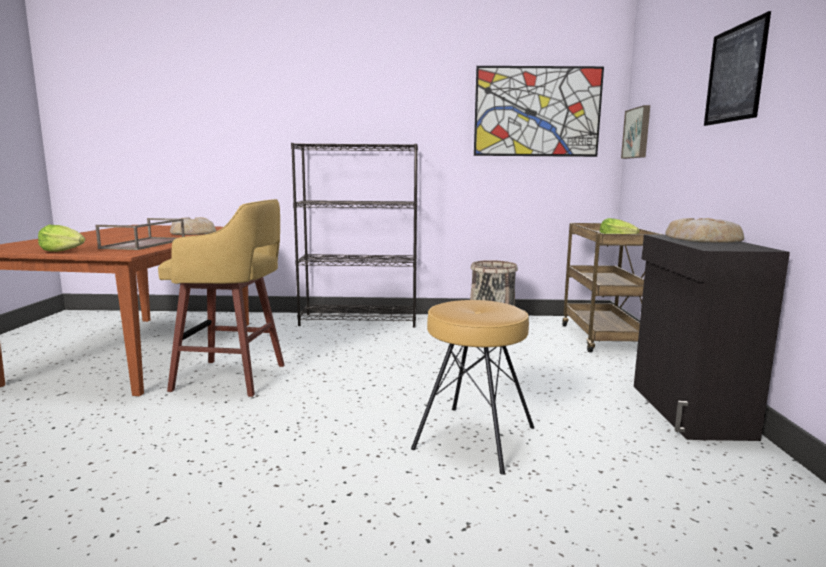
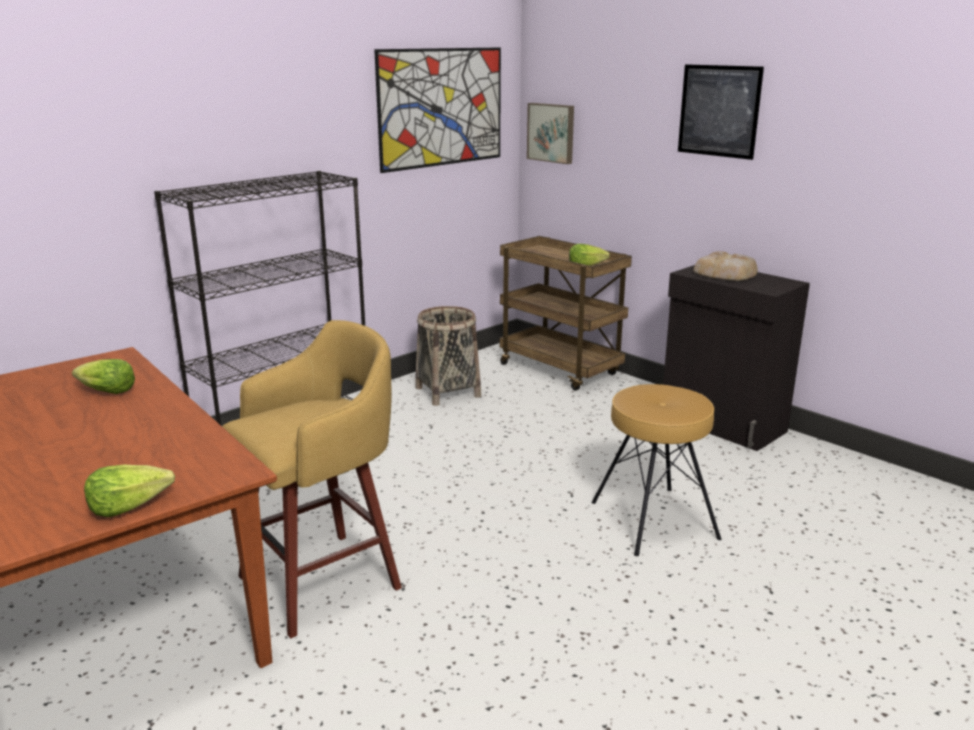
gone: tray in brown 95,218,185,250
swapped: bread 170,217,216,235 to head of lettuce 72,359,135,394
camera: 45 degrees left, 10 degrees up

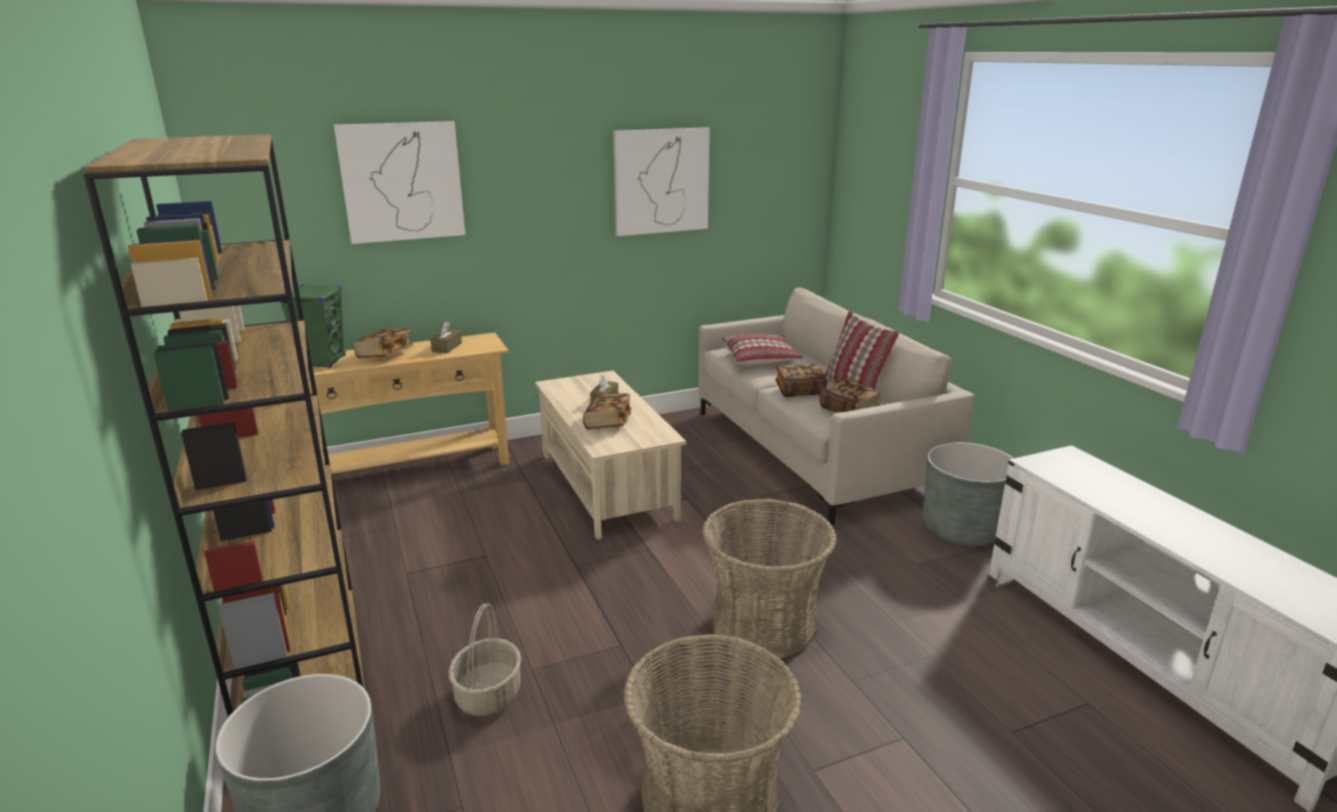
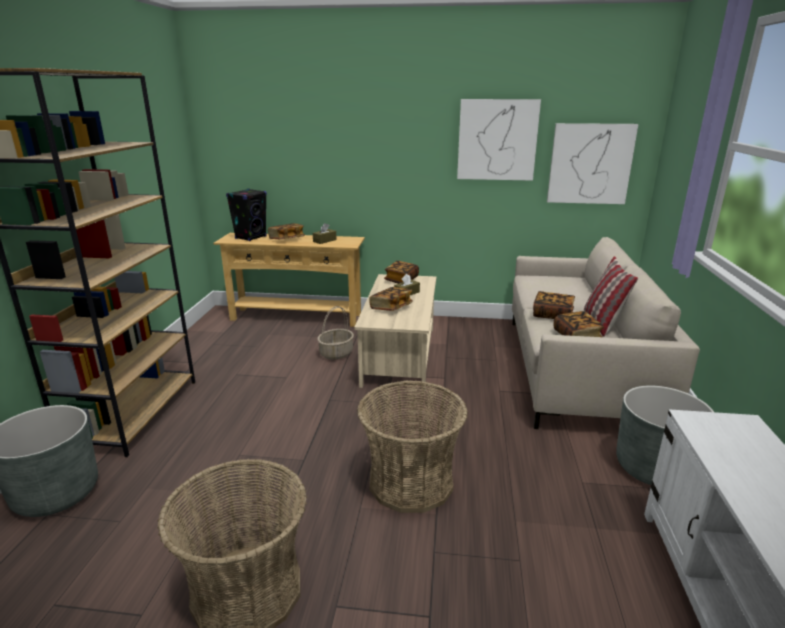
gone: throw pillow 721,334,803,365
new: volume 384,261,419,284
shifted: wall picture 334,121,466,244 to 547,123,639,204; household basket 448,604,521,716 to 317,306,354,360
repainted: speaker in green 280,284,345,368 to speaker in black 226,189,267,241
camera: 30 degrees right, 0 degrees up

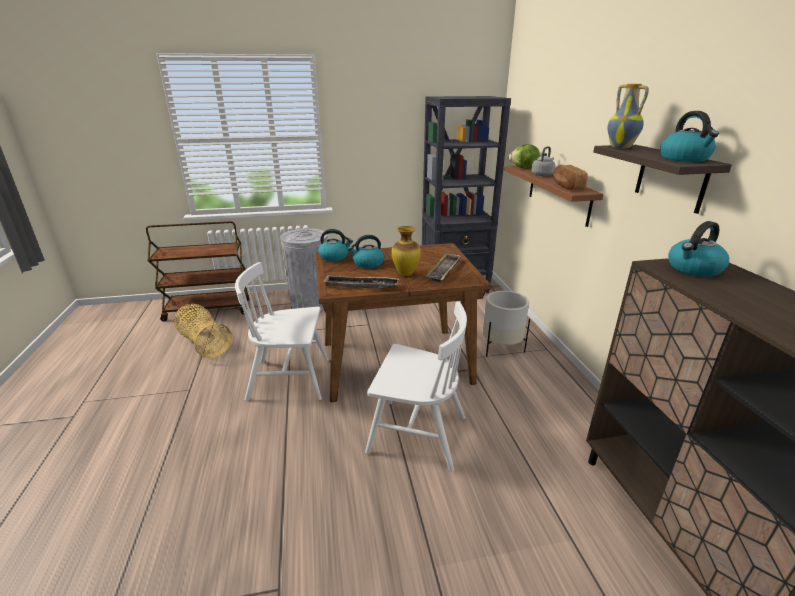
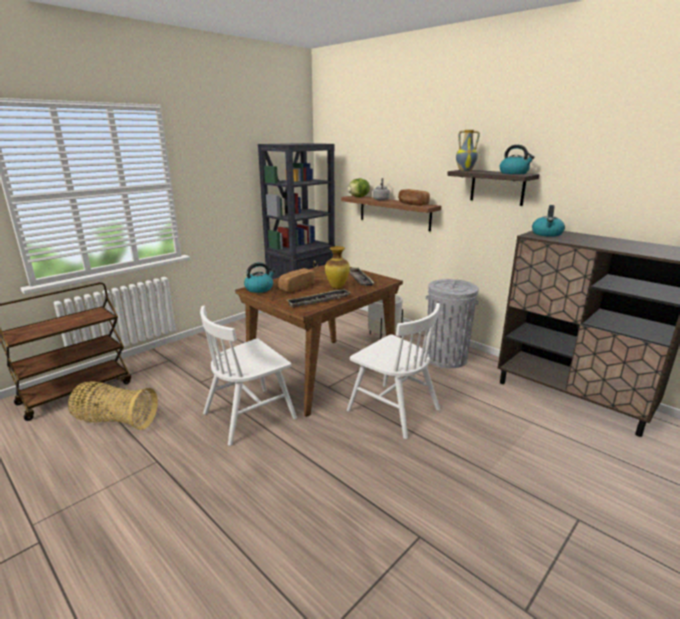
shifted: waste bin in grey 280,228,328,311 to 426,279,479,368
swapped: water kettle 348,235,384,268 to bread 278,268,315,292
rotated: chair in whitish 365,301,467,472 = 347,303,440,439 60 degrees clockwise
camera: 35 degrees left, 5 degrees down

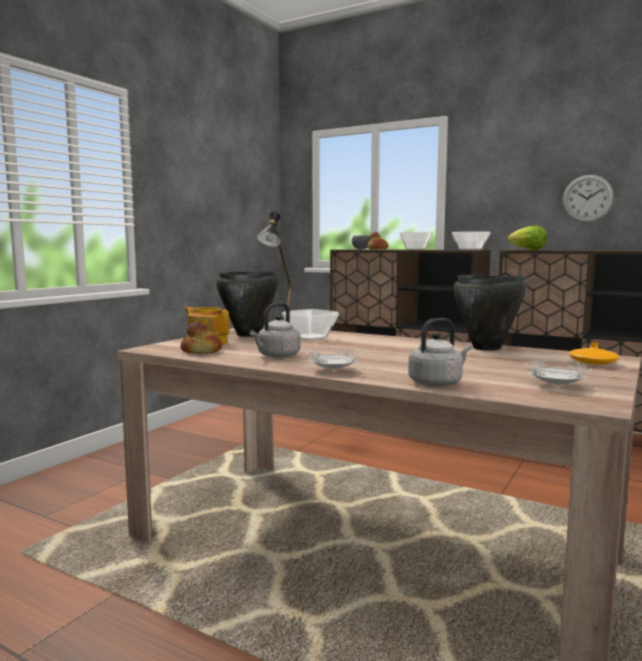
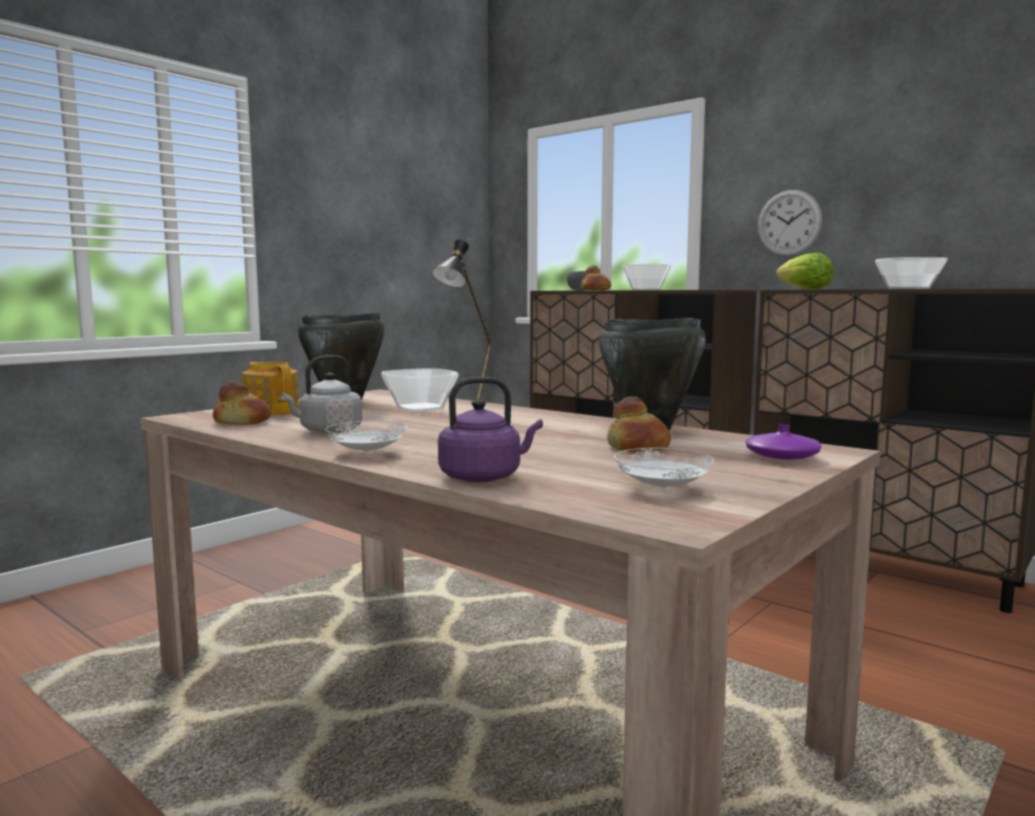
new: bread 607,396,671,452
shifted: bowl 452,231,491,250 to 875,257,948,289; clock on the wall 562,175,614,223 to 758,190,822,256
repainted: water kettle in grey 408,318,472,387 to water kettle in purplish 438,377,543,482; flower vase in orange-coloured 569,343,619,365 to flower vase in purplish 746,424,822,460
camera: 10 degrees right, 0 degrees up

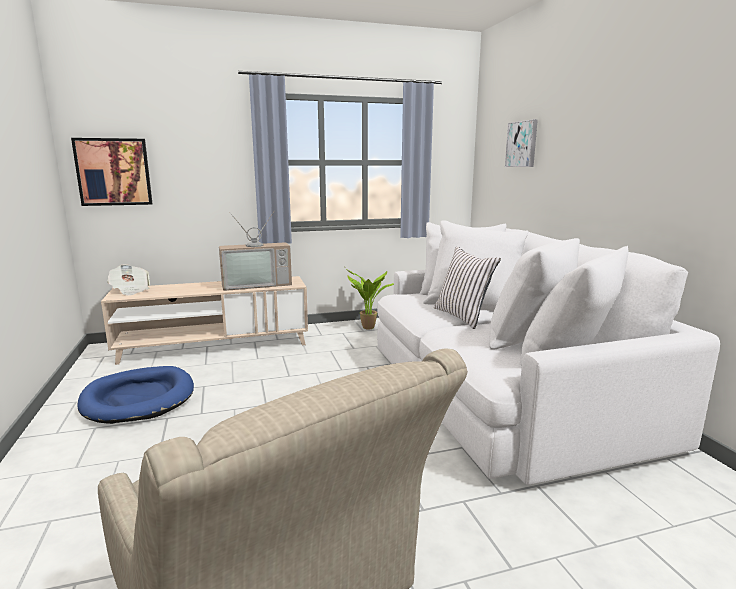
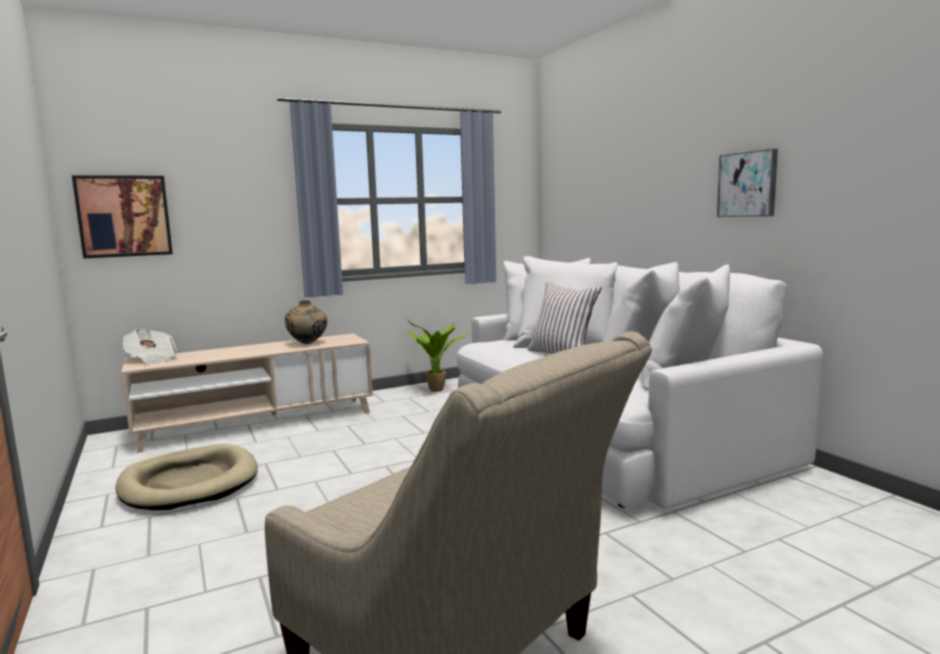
shifted: wall picture 505,119,538,167 to 717,149,778,217
swapped: television 219,212,292,291 to flower vase in sand-coloured 285,300,327,344
repainted: dog bed in blue 77,366,194,424 to dog bed in sand-coloured 115,444,258,510
camera: 10 degrees left, 5 degrees down

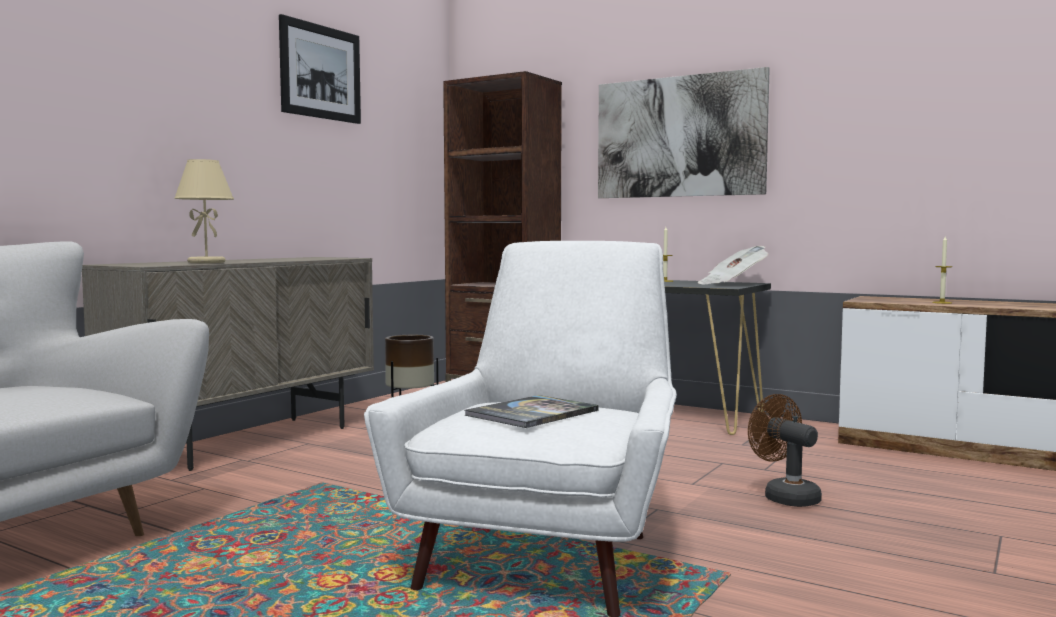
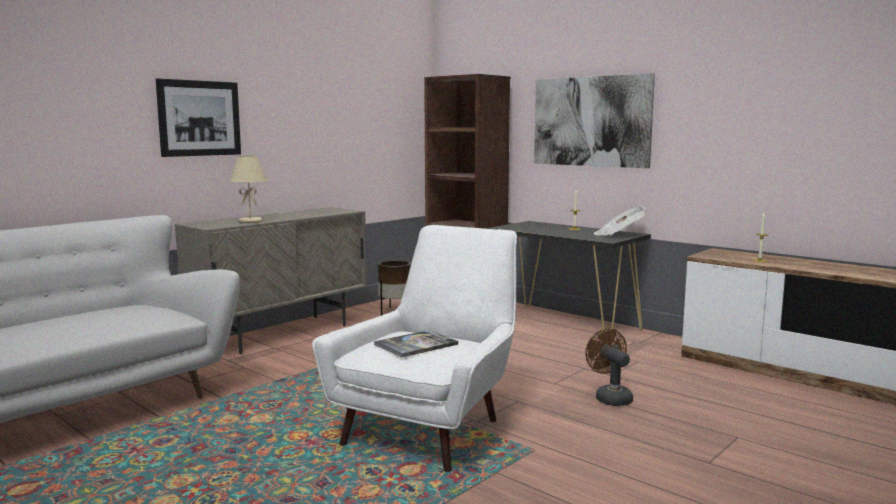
shifted: wall picture 279,14,361,124 to 156,78,241,157
camera: 10 degrees right, 5 degrees up

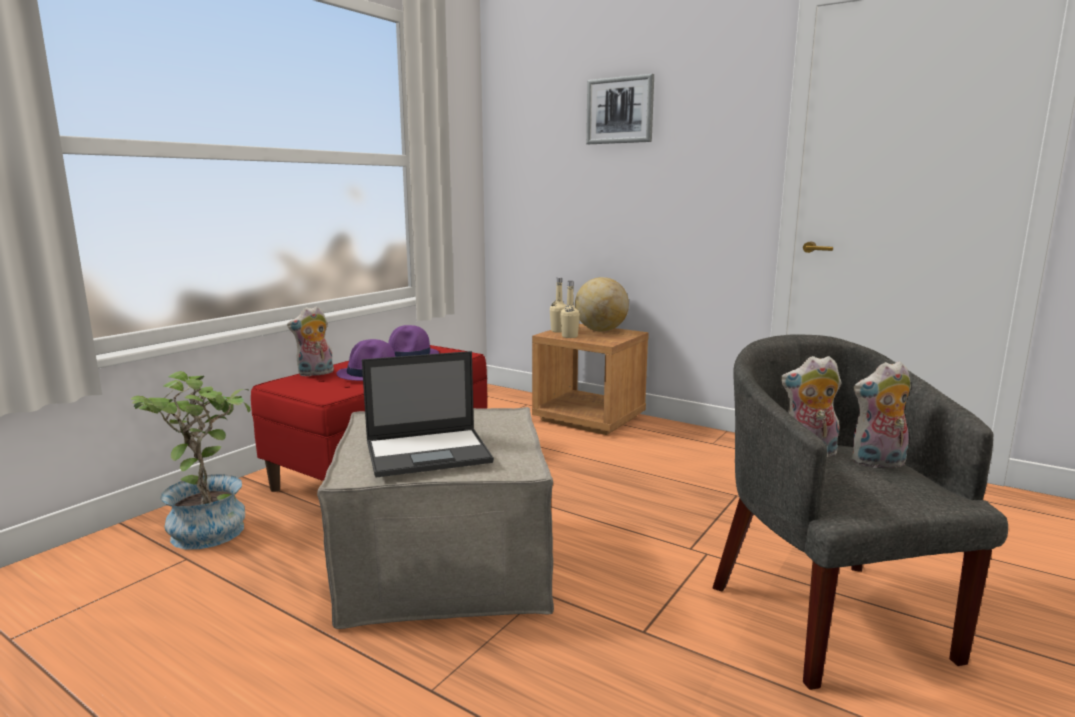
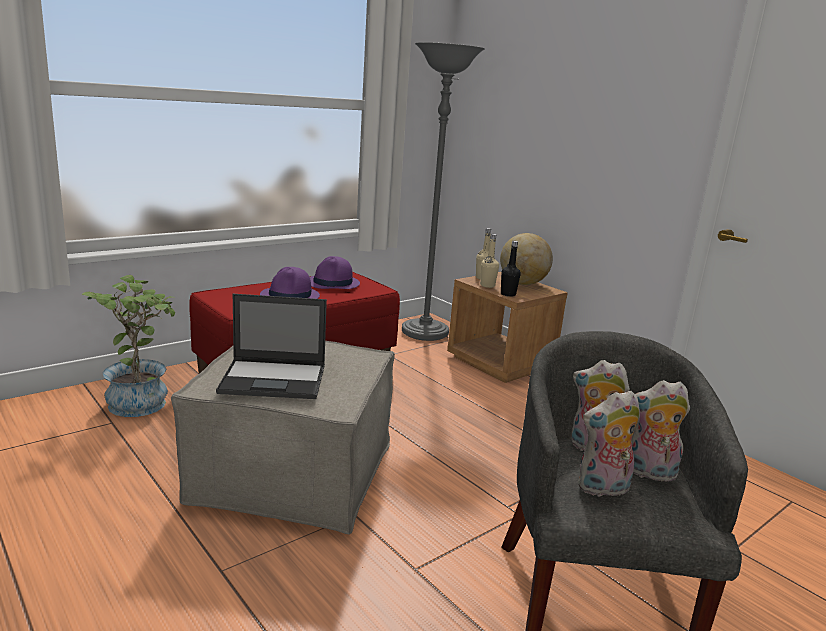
gone: wall picture 586,74,654,144
new: floor lamp in grey 402,42,485,341; bottle in black 501,241,521,297
shifted: soft toy 287,306,334,377 to 578,391,640,497
camera: 15 degrees right, 5 degrees up

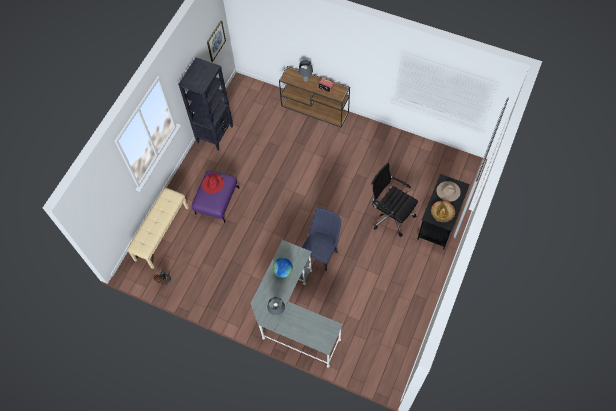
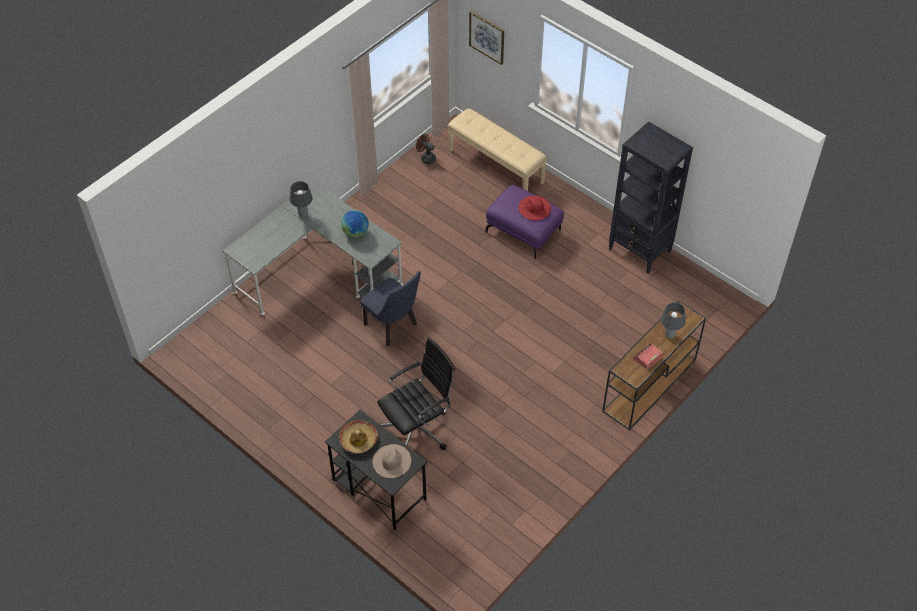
shifted: wall picture 207,21,226,62 to 469,11,504,65
camera: 105 degrees right, 10 degrees down

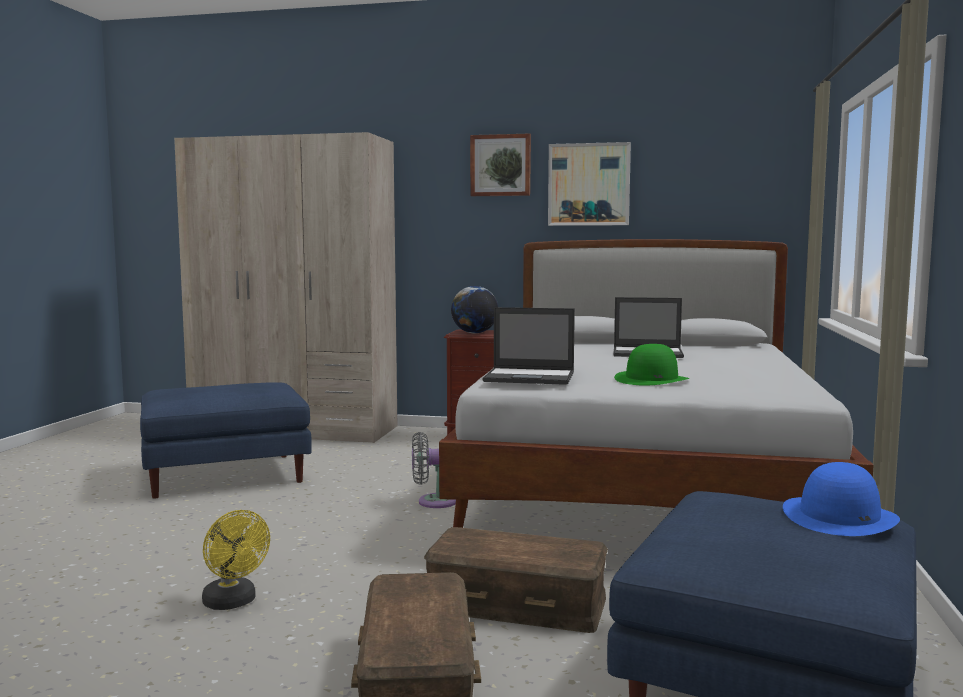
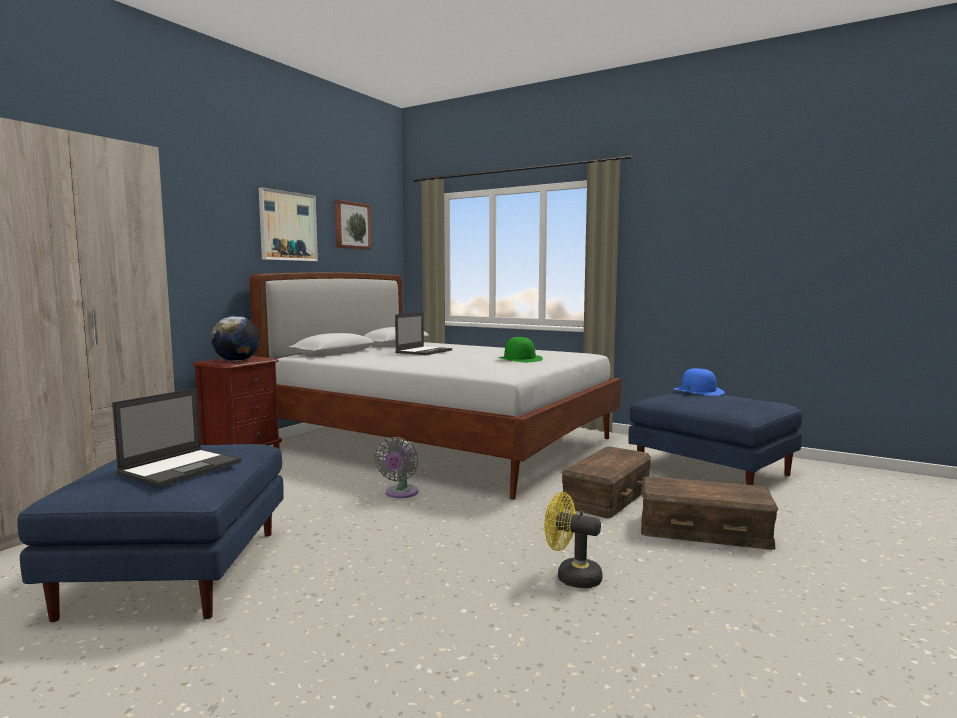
shifted: wall picture 470,133,531,196 to 335,200,371,250; laptop 482,307,575,385 to 112,388,241,487
rotated: fan in yellow-coloured 202,510,270,610 = 544,492,602,588 135 degrees counterclockwise
camera: 70 degrees left, 0 degrees up

